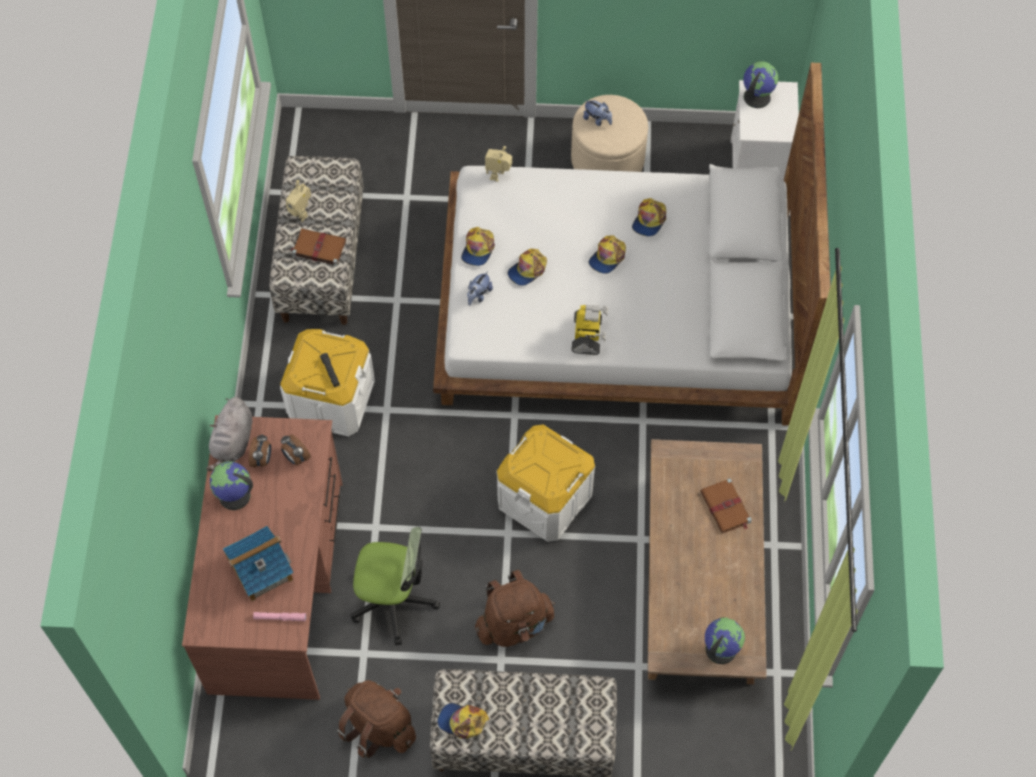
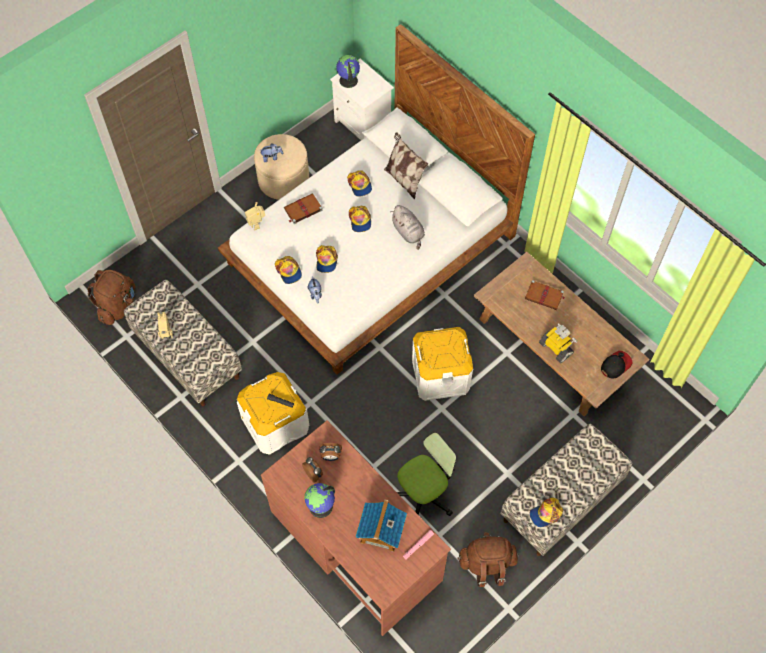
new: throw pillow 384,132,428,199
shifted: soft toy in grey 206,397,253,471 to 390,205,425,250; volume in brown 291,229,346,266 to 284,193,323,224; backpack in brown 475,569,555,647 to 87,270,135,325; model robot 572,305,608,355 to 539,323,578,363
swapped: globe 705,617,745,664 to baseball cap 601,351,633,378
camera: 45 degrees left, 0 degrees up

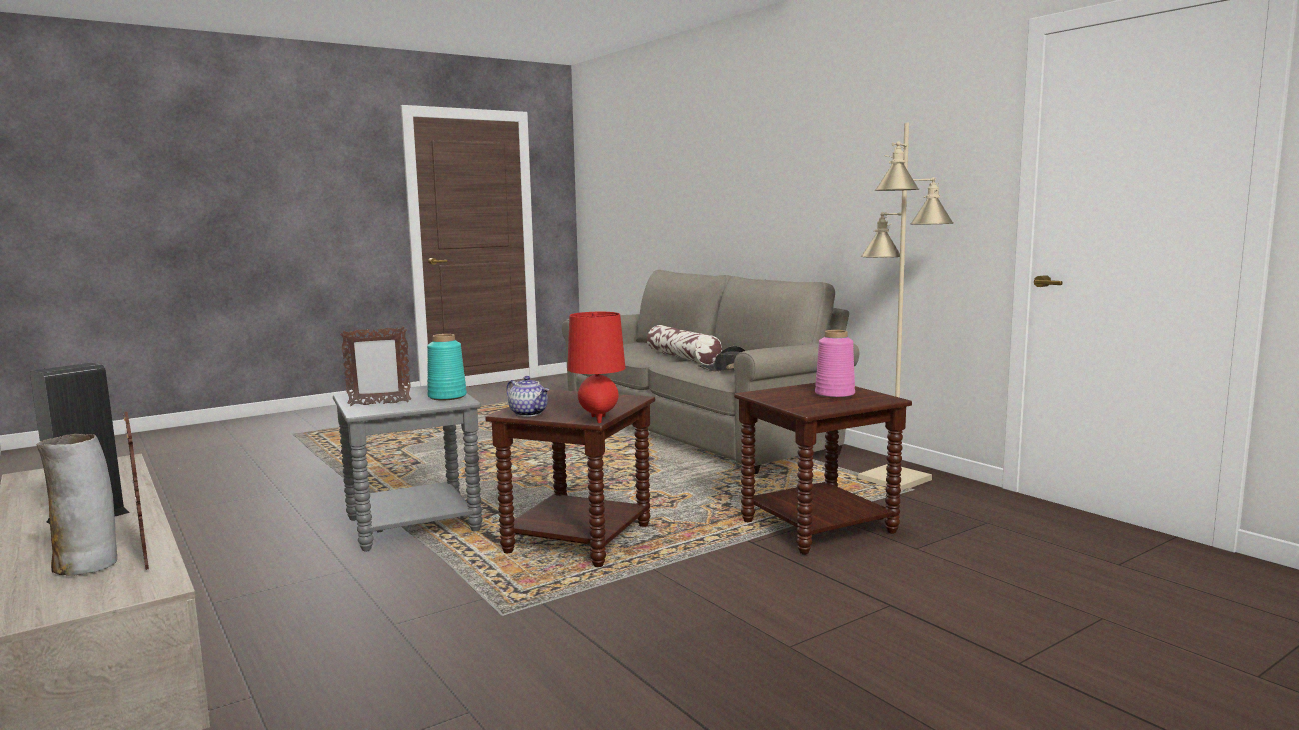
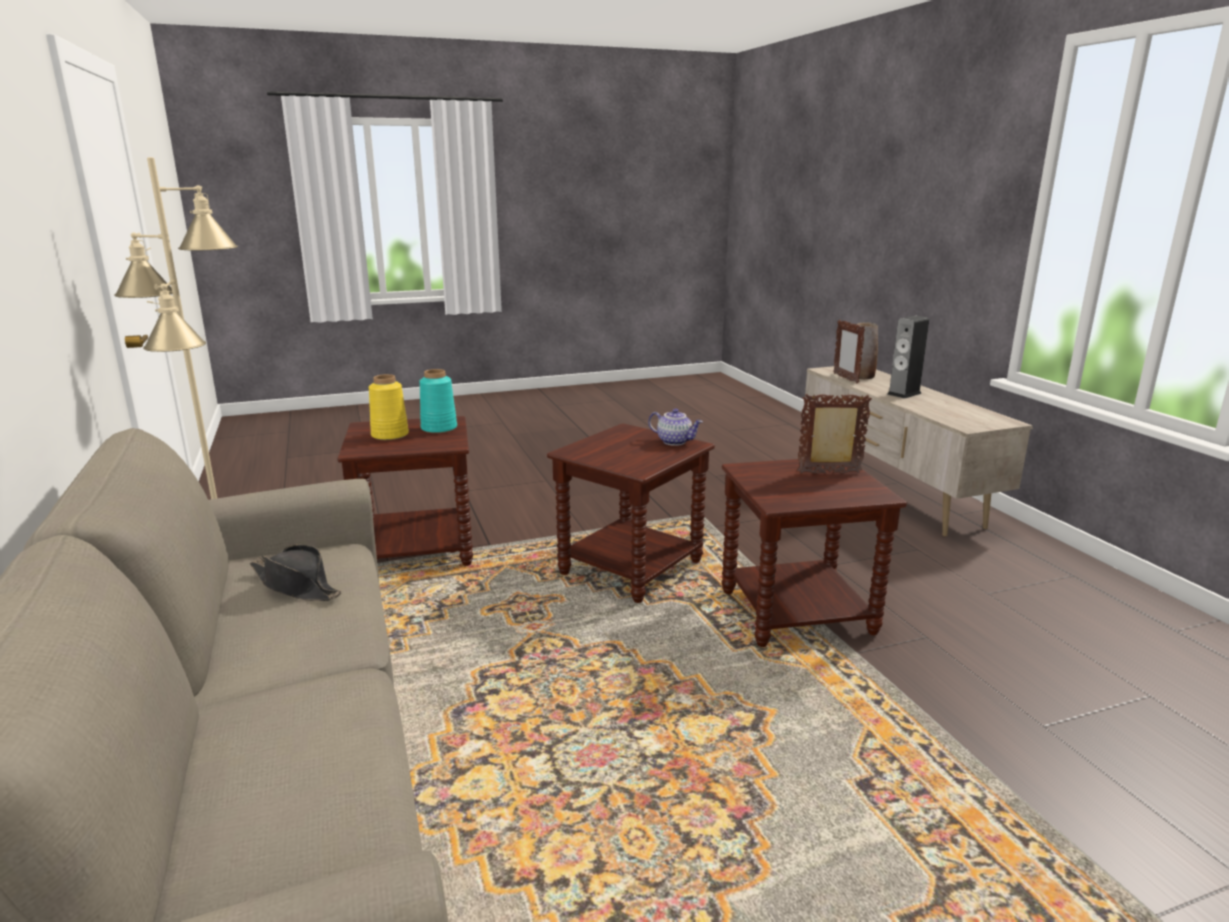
gone: lamp for a table in red-coloured 567,312,625,423; throw pillow 647,325,722,365
shifted: flower vase in turquoise 427,334,467,401 to 419,369,457,433
repainted: accent table in grey 333,385,482,552 to accent table in brown 721,459,907,647; flower vase in pink 815,330,855,398 to flower vase in yellow-coloured 369,374,409,440
rotated: pot for tea 507,376,549,417 = 648,409,703,446 150 degrees clockwise
camera: 165 degrees left, 10 degrees up

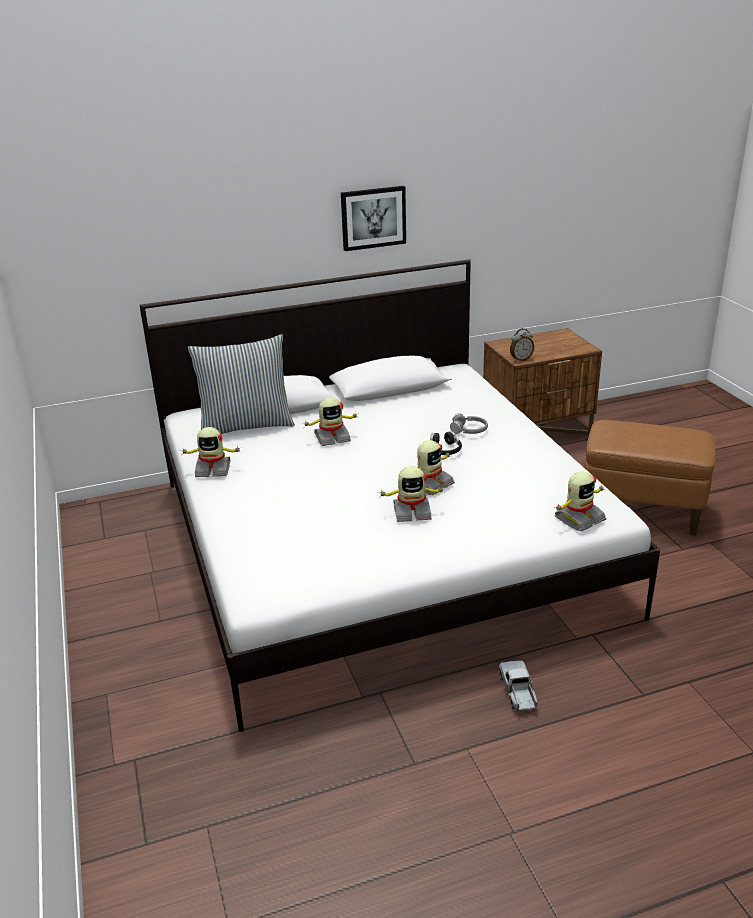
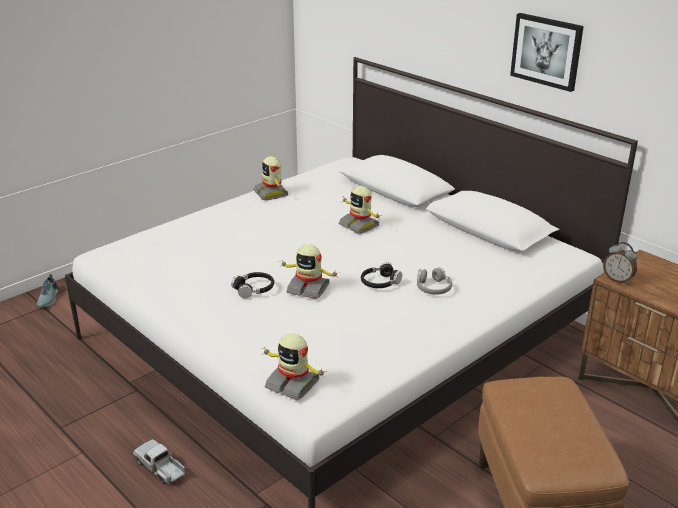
gone: throw pillow 188,334,295,434
new: item of footwear 36,274,59,307
swapped: model robot 377,466,445,522 to headset in black 231,272,274,299
rotated: toy truck 499,661,537,713 = 133,439,186,484 105 degrees counterclockwise
camera: 65 degrees right, 0 degrees up

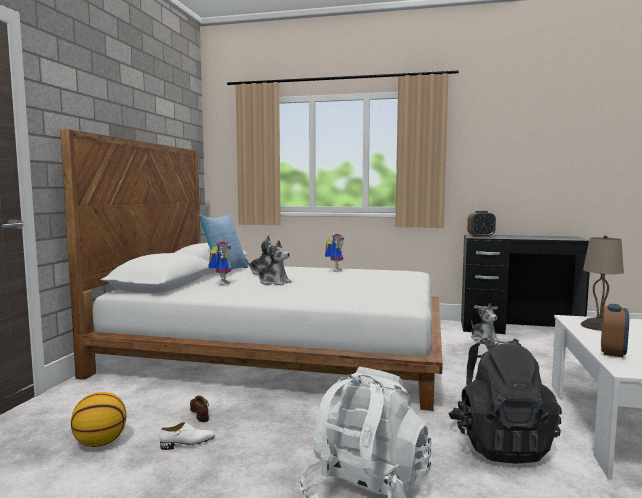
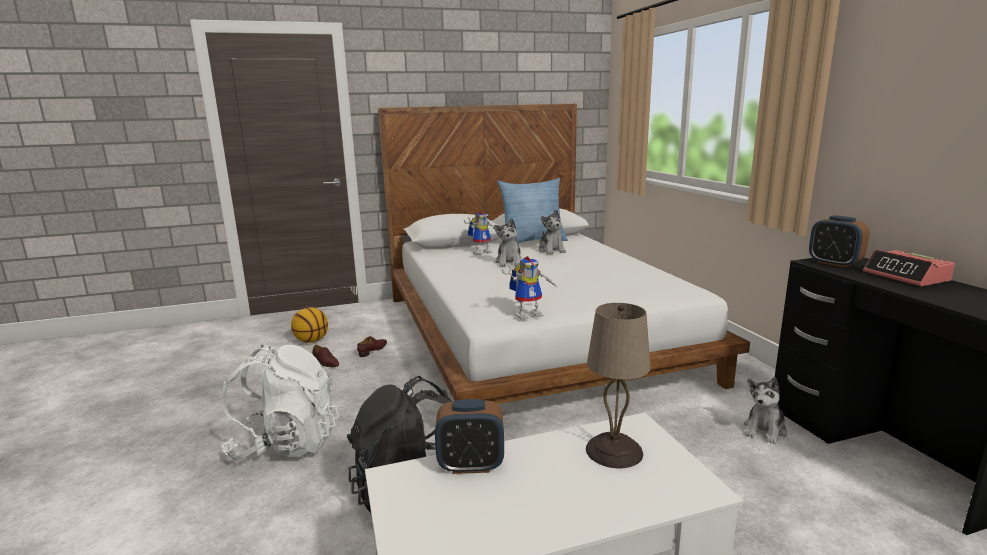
new: alarm clock 863,249,955,287
shifted: model robot 325,234,344,272 to 502,256,558,320
repainted: item of footwear in whitish 159,422,215,450 to item of footwear in brown 312,345,339,367
camera: 60 degrees right, 10 degrees up

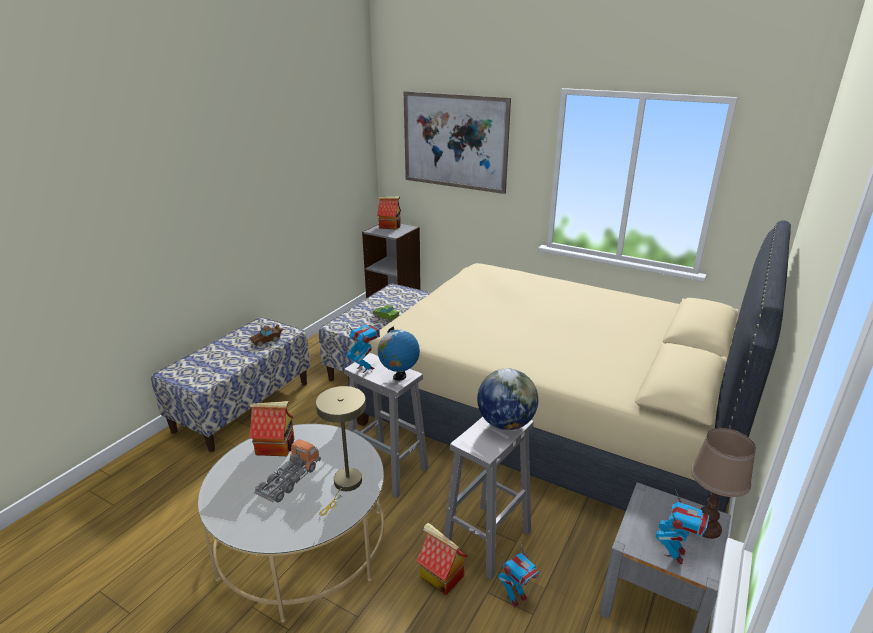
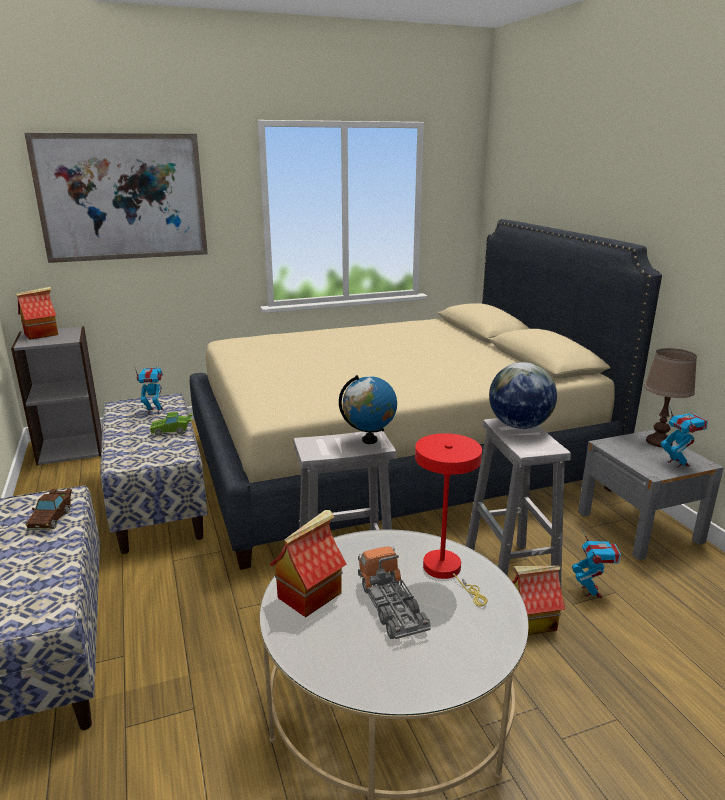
shifted: model robot 347,325,380,373 to 135,367,163,414
repainted: lamp for a table in sand-coloured 316,386,366,516 to lamp for a table in red-coloured 415,433,487,607
camera: 50 degrees left, 5 degrees down

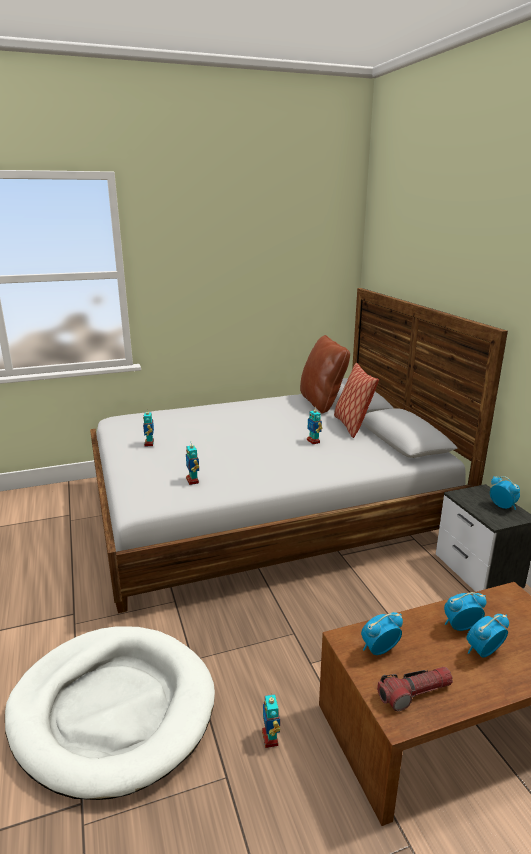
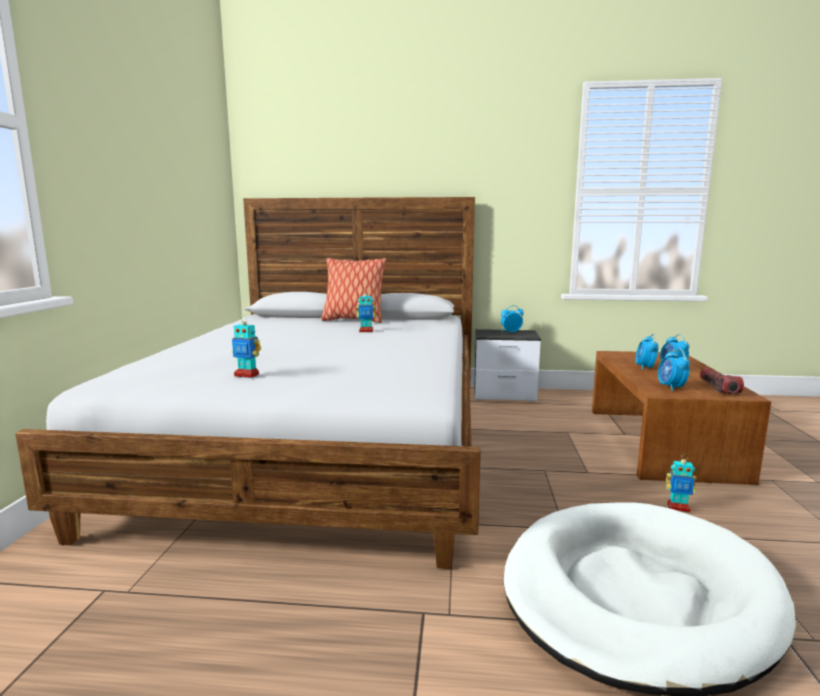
gone: model robot 186,441,199,485; throw pillow in brown 300,335,350,414
camera: 65 degrees left, 10 degrees down

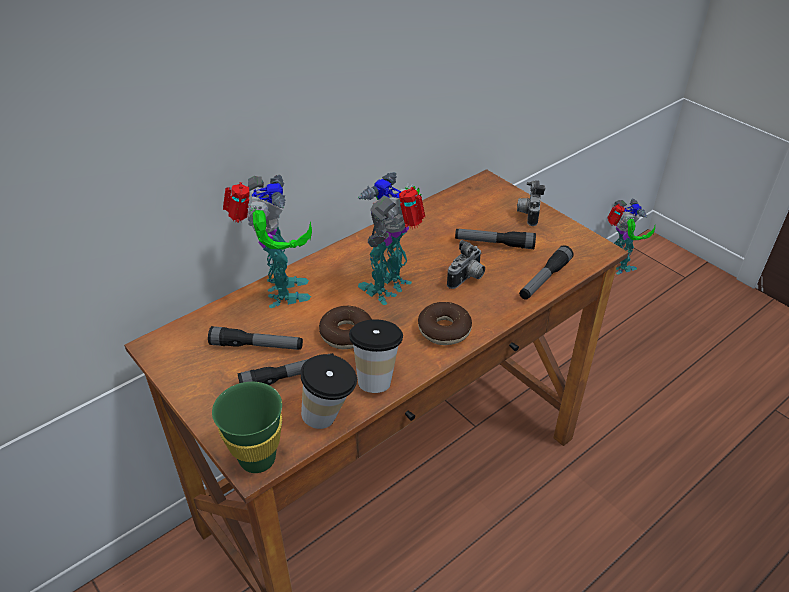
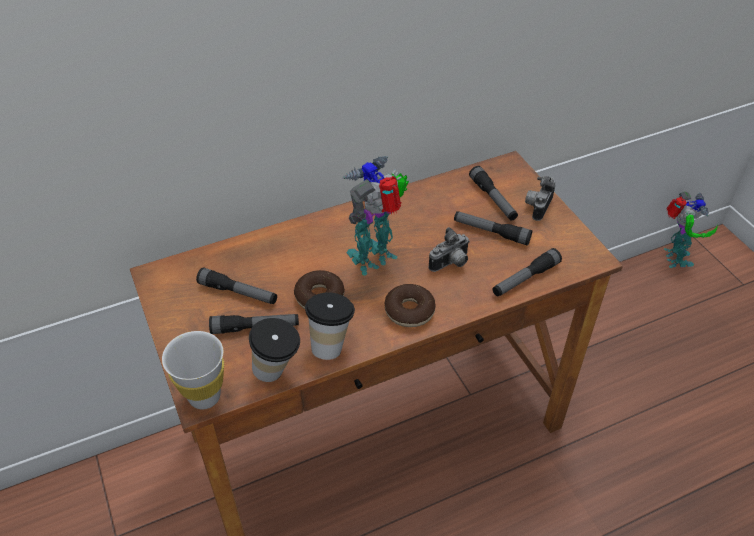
gone: model robot 223,174,312,308
new: flashlight 469,166,518,220
repainted: cup in green 212,382,282,473 to cup in whitish 162,331,224,410
camera: 15 degrees right, 5 degrees up

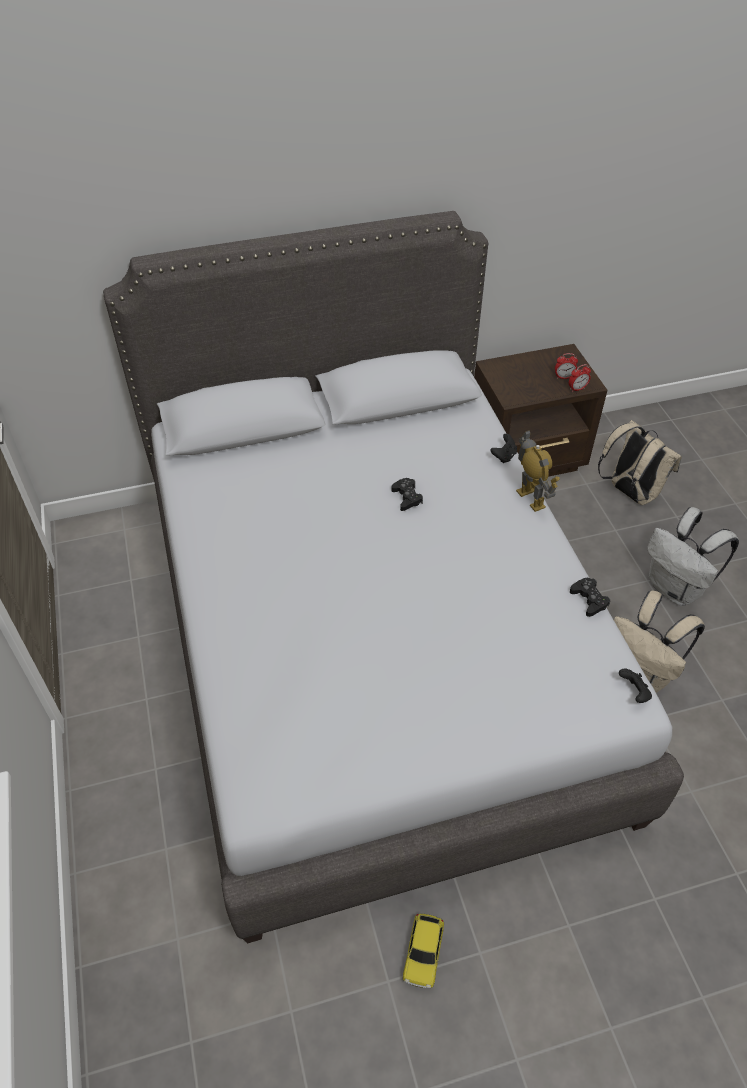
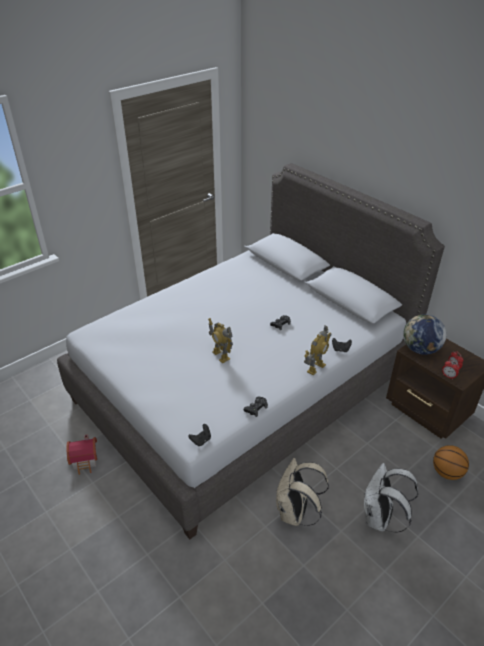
new: model robot 208,318,233,363; globe 403,314,446,355
swapped: miniature car 403,913,444,988 to model house 66,435,97,475; backpack in sand-coloured 598,420,682,505 to basketball ball 433,445,469,480
camera: 65 degrees right, 10 degrees down

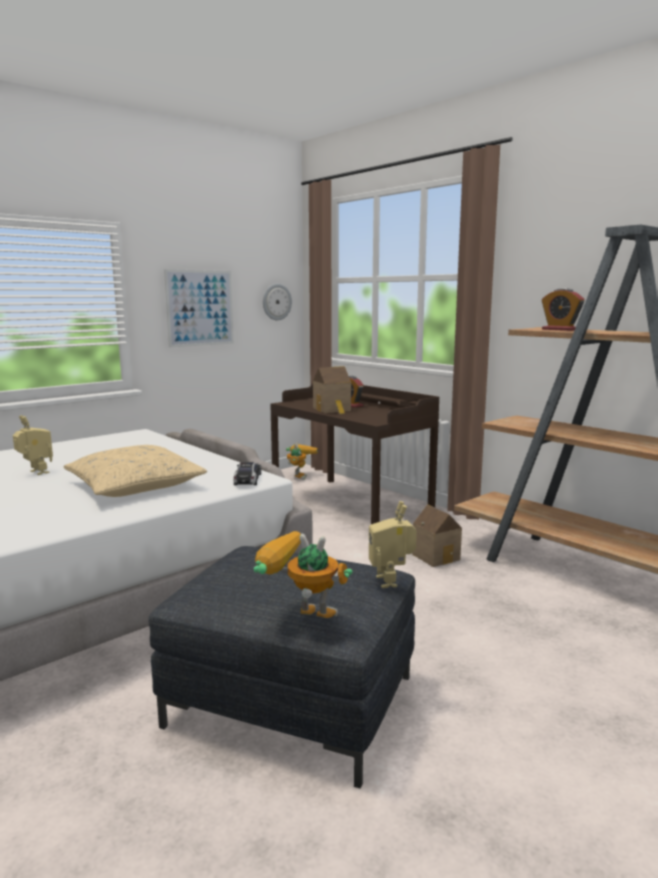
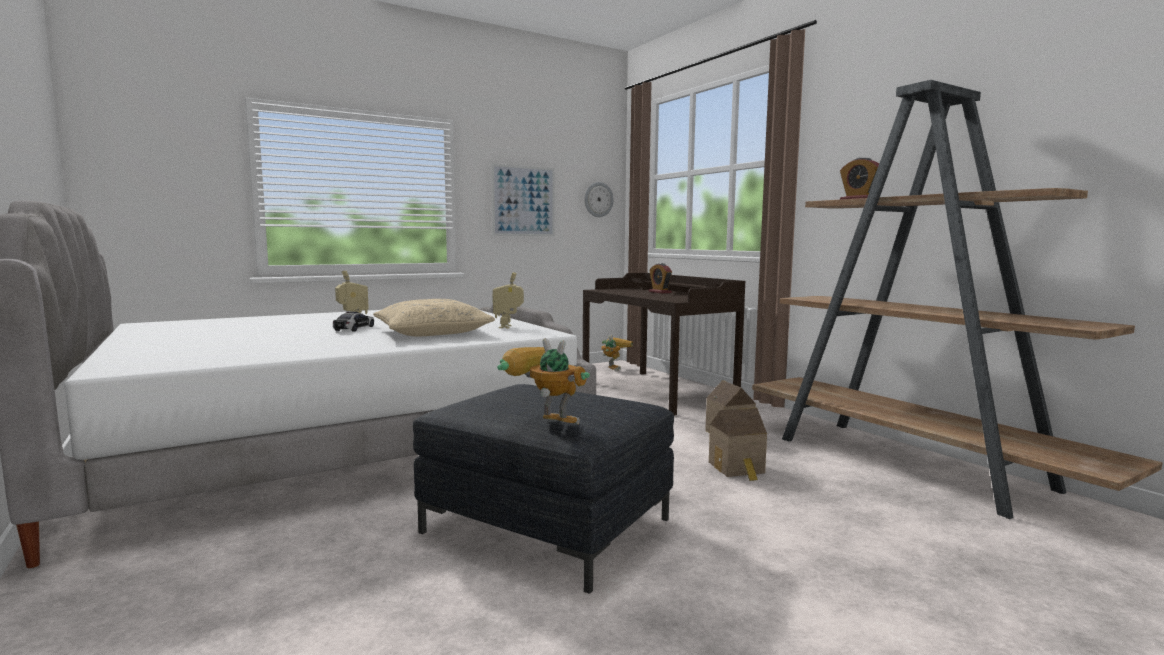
shifted: miniature car 233,462,261,485 to 333,311,374,331; model house 313,366,351,414 to 709,408,767,481; model robot 369,501,417,588 to 493,272,524,328
camera: 10 degrees right, 5 degrees down

